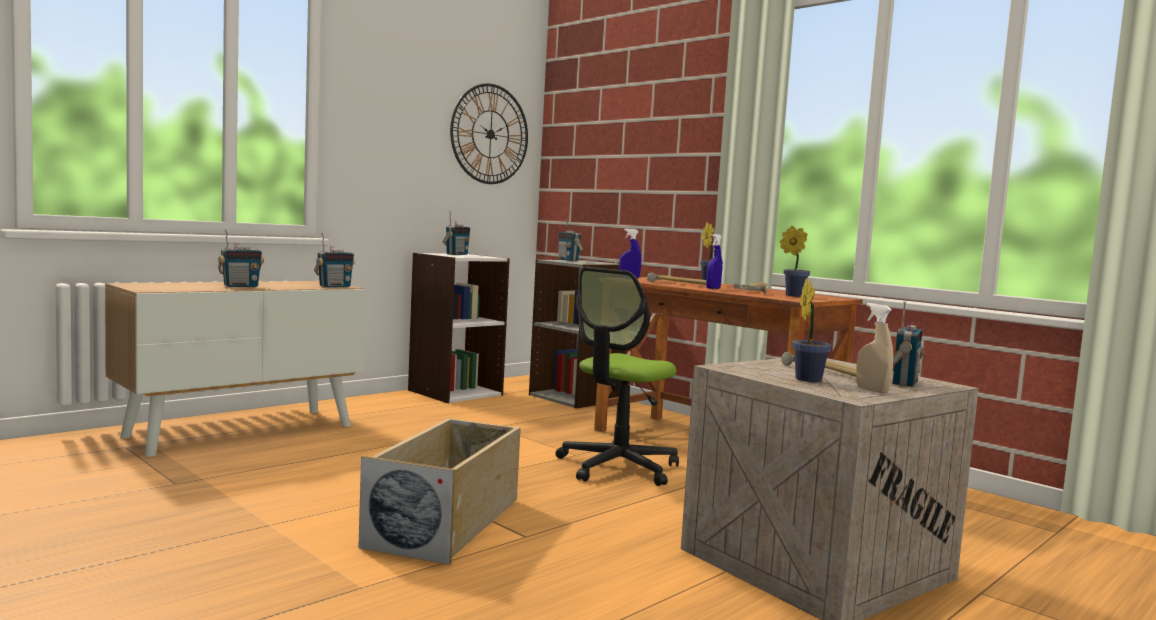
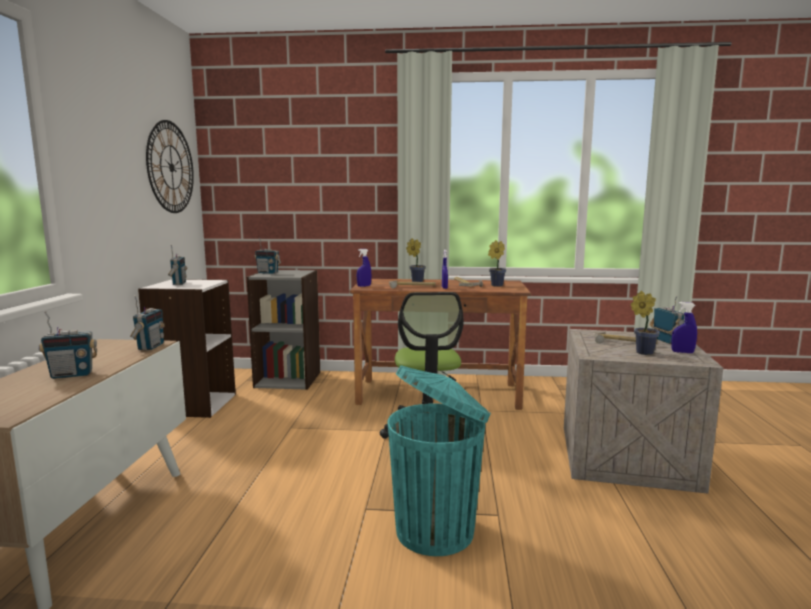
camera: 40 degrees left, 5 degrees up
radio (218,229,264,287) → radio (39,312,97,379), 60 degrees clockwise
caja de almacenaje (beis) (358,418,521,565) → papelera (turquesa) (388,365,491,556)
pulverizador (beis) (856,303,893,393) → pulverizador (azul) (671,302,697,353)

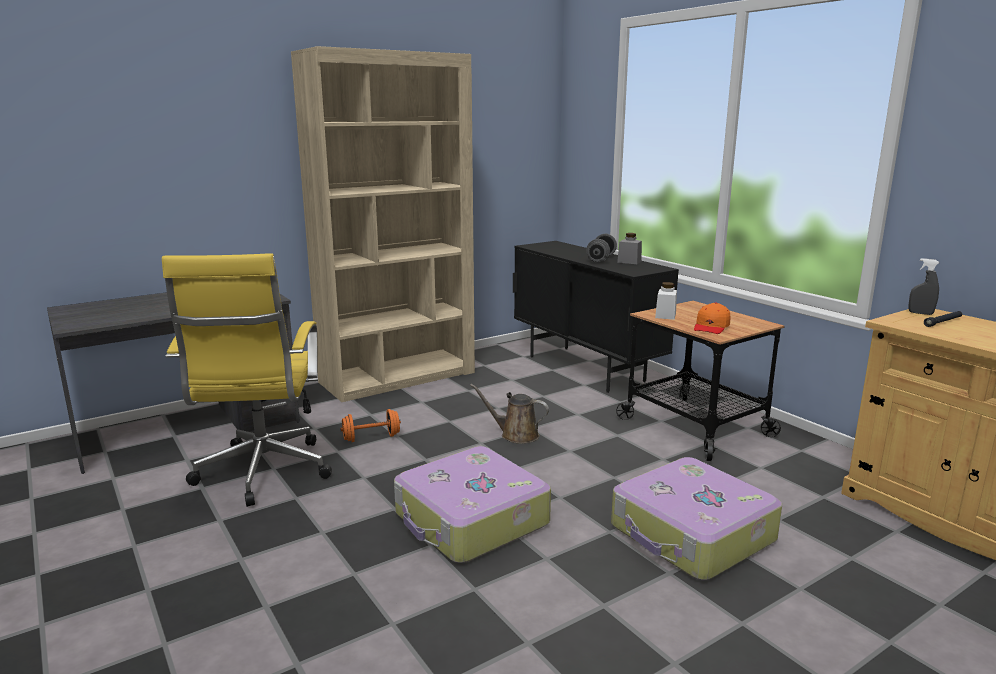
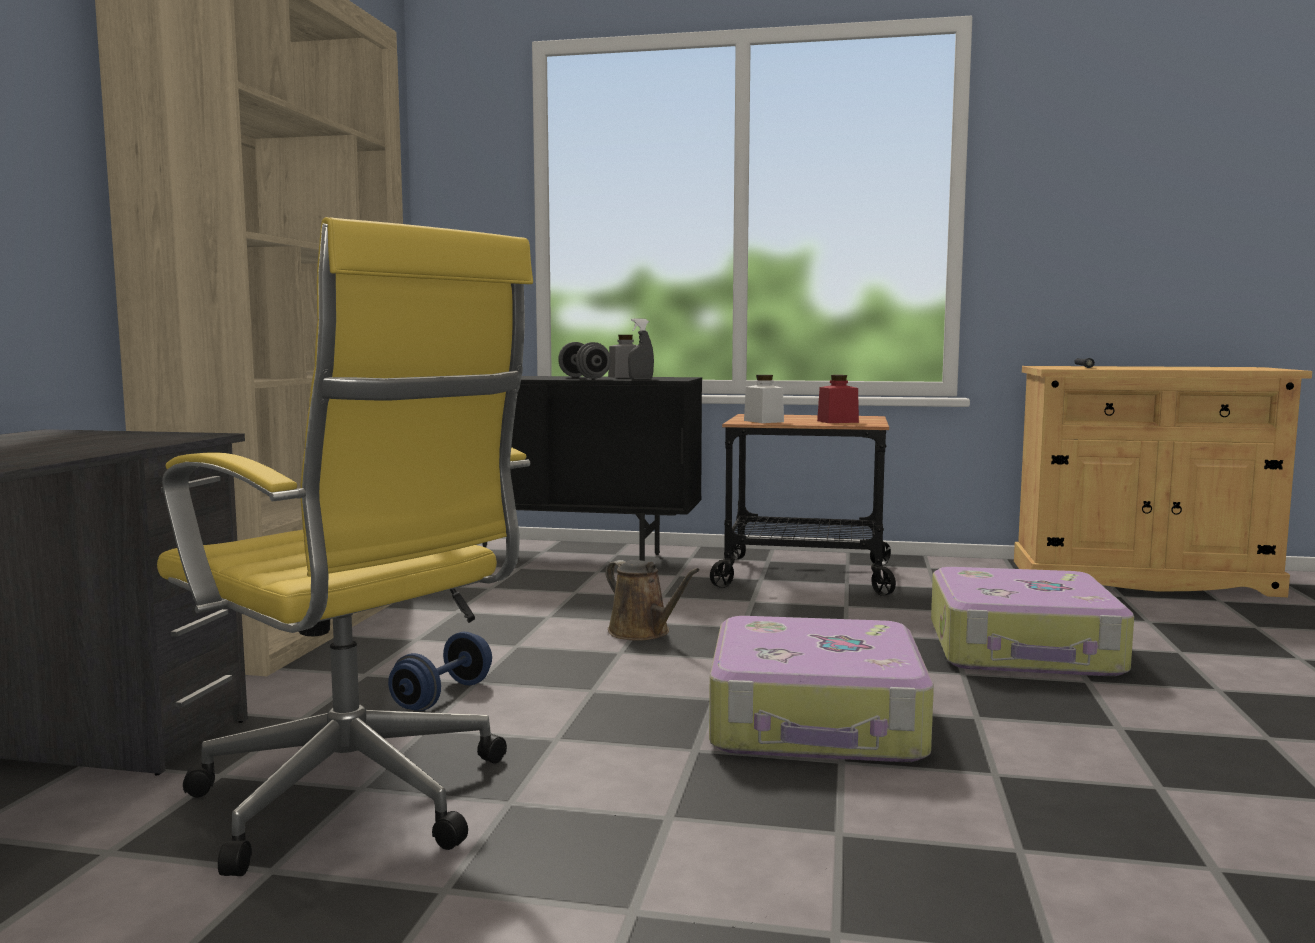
camera: 45 degrees left, 10 degrees down
mancuerna (naranja) (340,409,401,442) → mancuerna (azul) (388,632,492,711)
regadera (marrón) (470,384,549,444) → regadera (marrón) (605,560,700,640), 105 degrees counterclockwise
gorra (naranja) (694,302,730,334) → tarro (rojo) (817,375,859,423)
pulverizador (gris) (908,258,939,315) → pulverizador (gris) (628,318,654,380), shifted

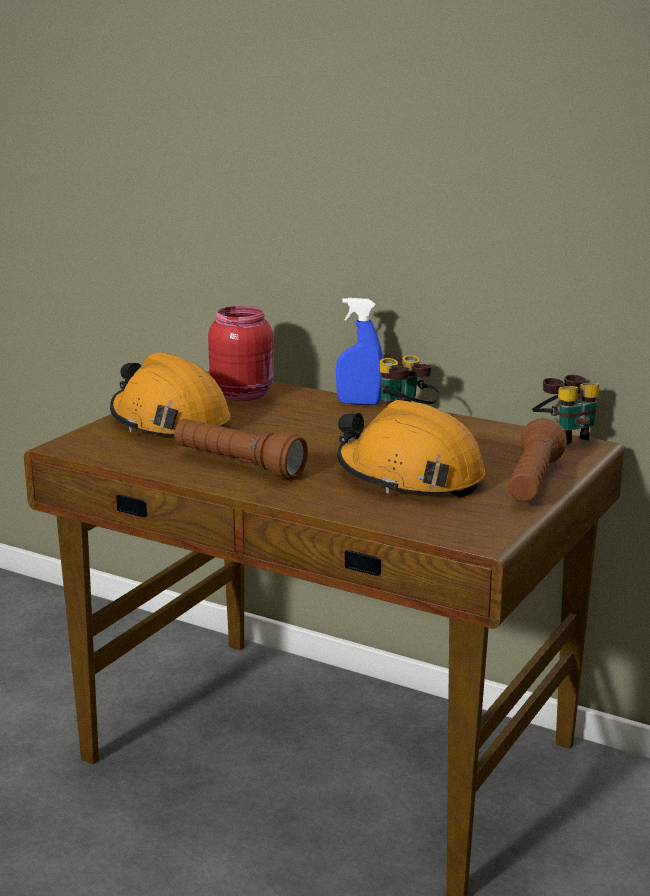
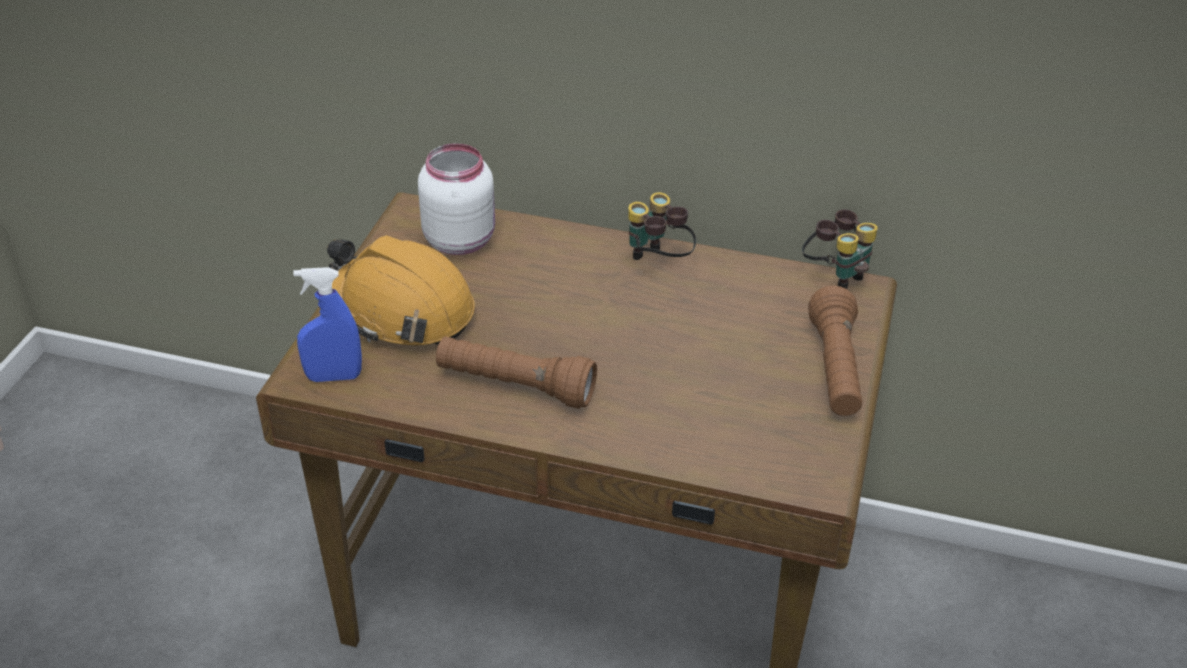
camera: 15 degrees left, 20 degrees up
tarro (rojo) (208,306,274,401) → tarro (blanco) (418,143,495,255)
pulverizador (azul) (336,298,383,405) → pulverizador (azul) (293,267,362,382), shifted
casco (naranja) (337,400,485,498) → -

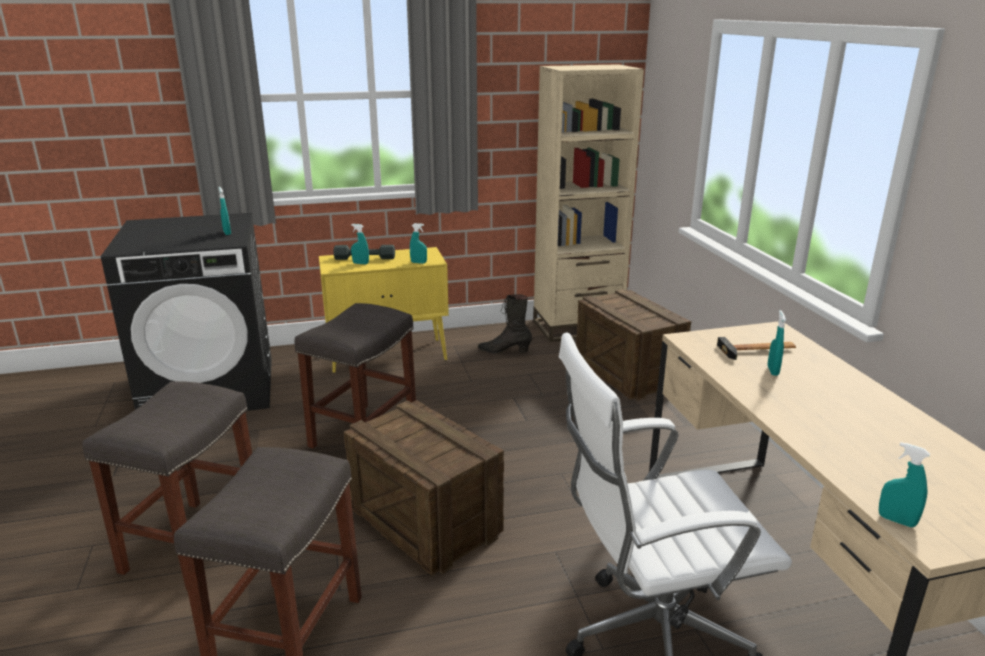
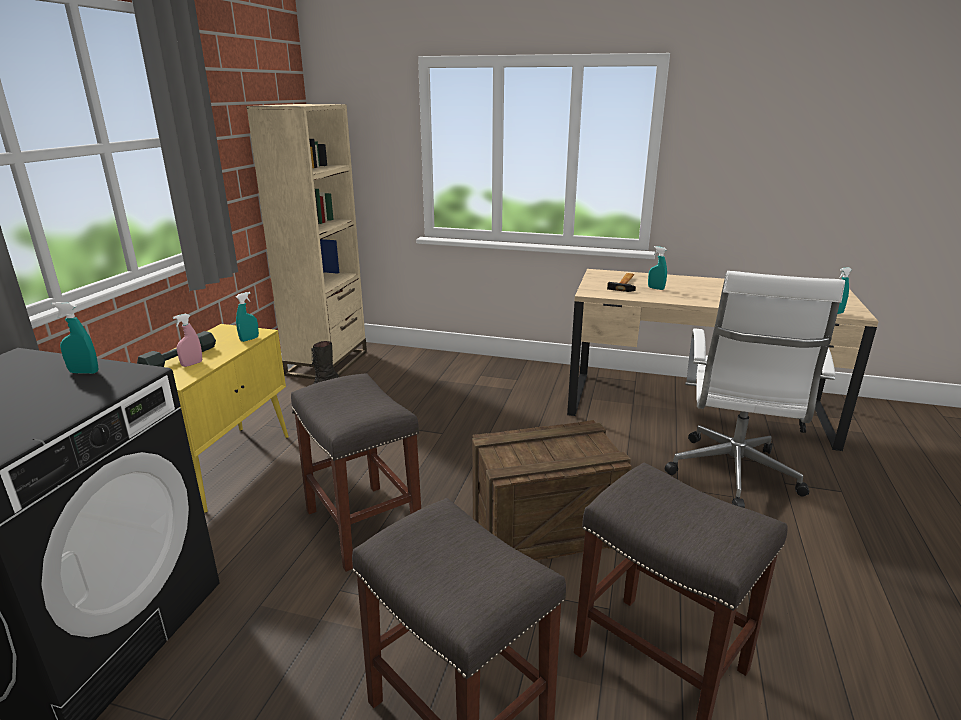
camera: 60 degrees left, 0 degrees up
pulverizador (turquesa) (351,224,369,264) → pulverizador (rosa) (173,313,202,367)
caja de embalaje (576,289,691,400) → -

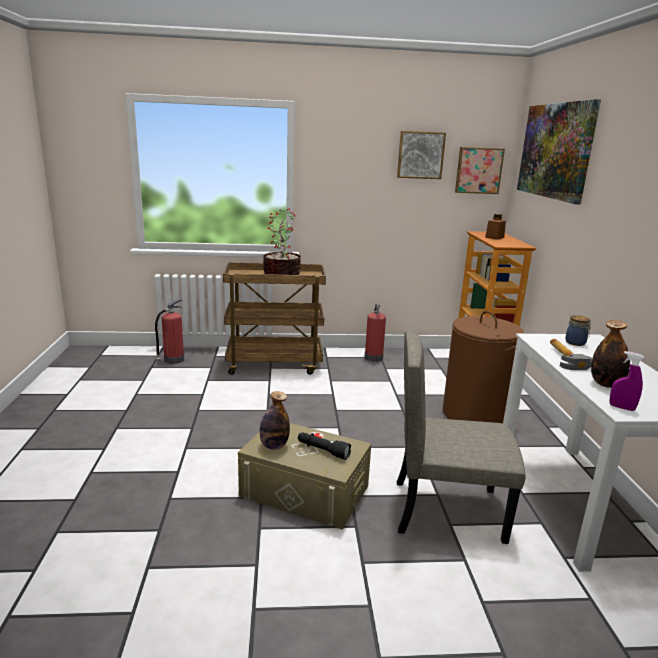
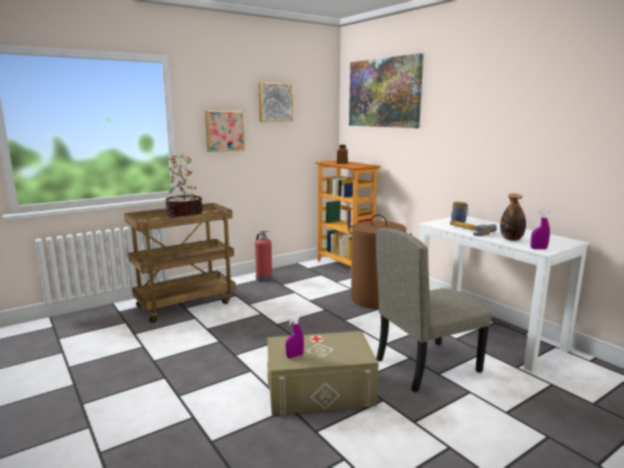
camera: 30 degrees left, 5 degrees down
extintor (155,299,184,364) → -
botella (260,391,290,450) → pulverizador (morado) (286,315,304,358)
linterna (negro) (298,432,351,460) → -
cuadro (455,147,505,194) → cuadro (205,111,245,152), shifted

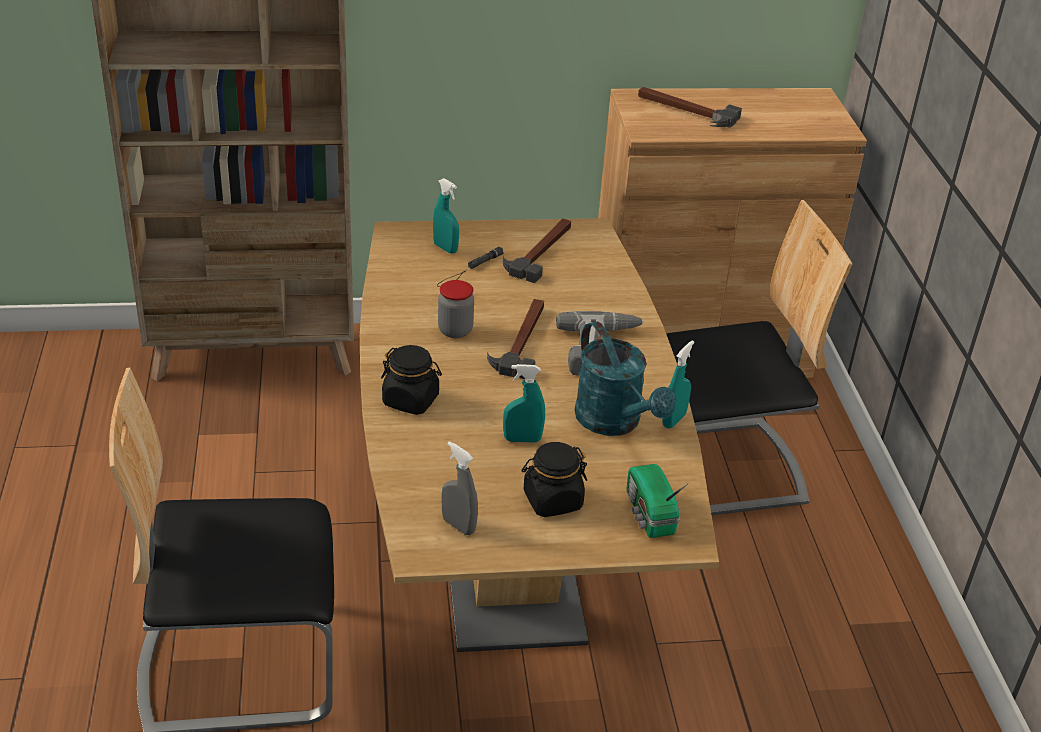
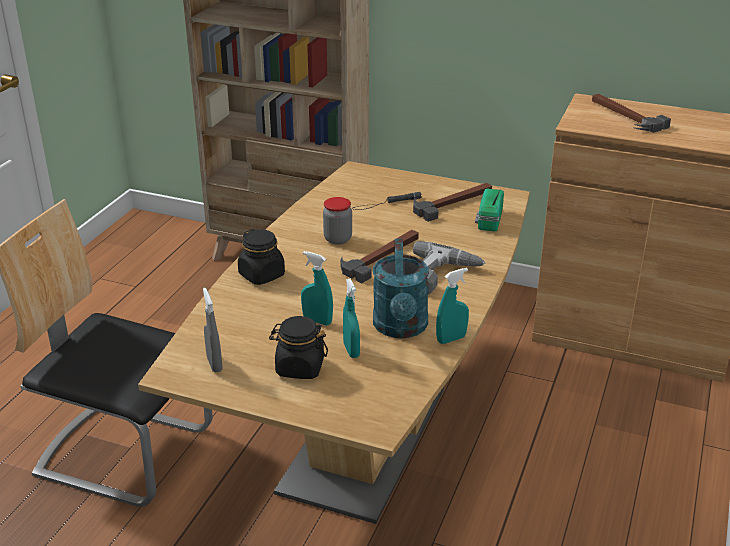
camera: 30 degrees right, 5 degrees down
pulverizador (turquesa) (433,178,459,254) → pulverizador (turquesa) (343,279,360,358), shifted
radio (626,464,688,538) → radio (475,189,504,232), shifted
silla (666,200,852,515) → -

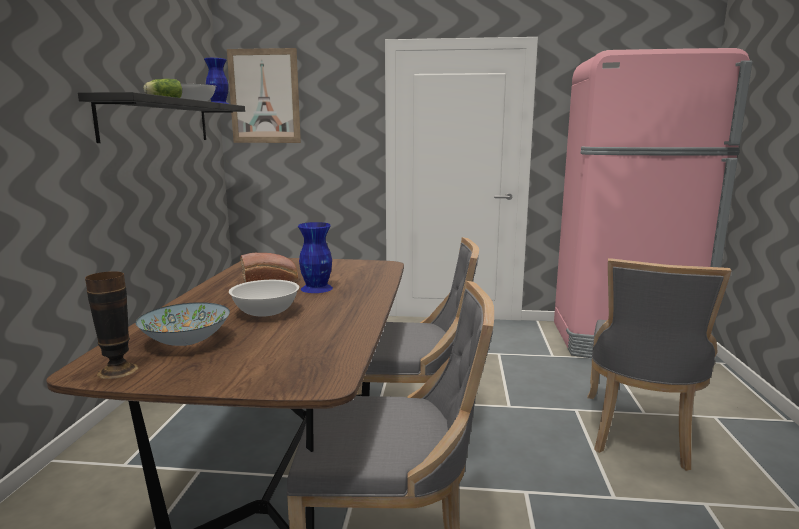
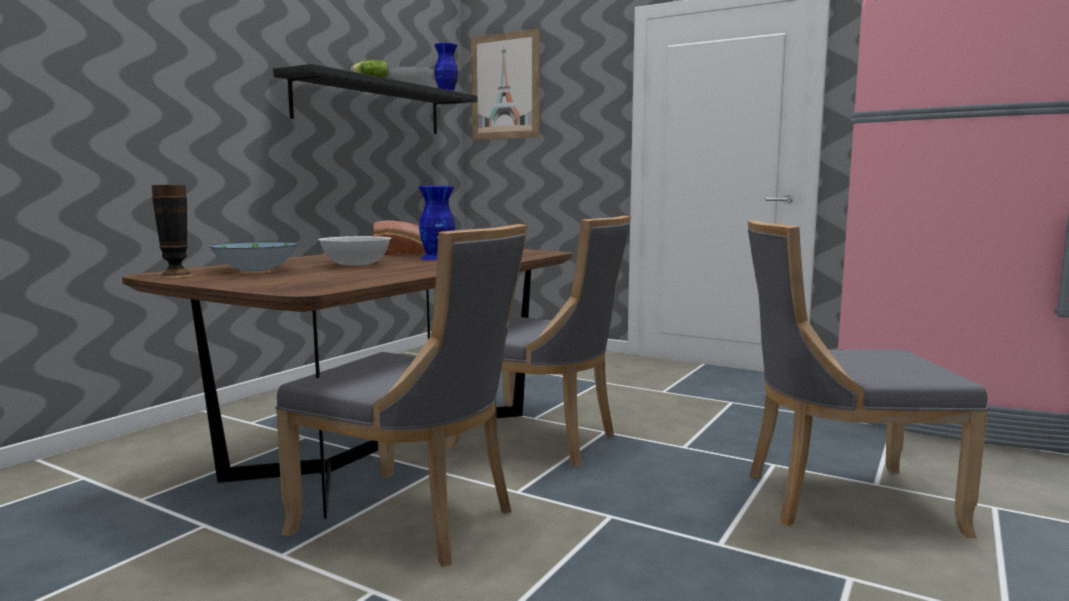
camera: 25 degrees right, 5 degrees down
silla (gris) (587,258,731,471) → silla (gris) (748,220,988,538), 45 degrees clockwise

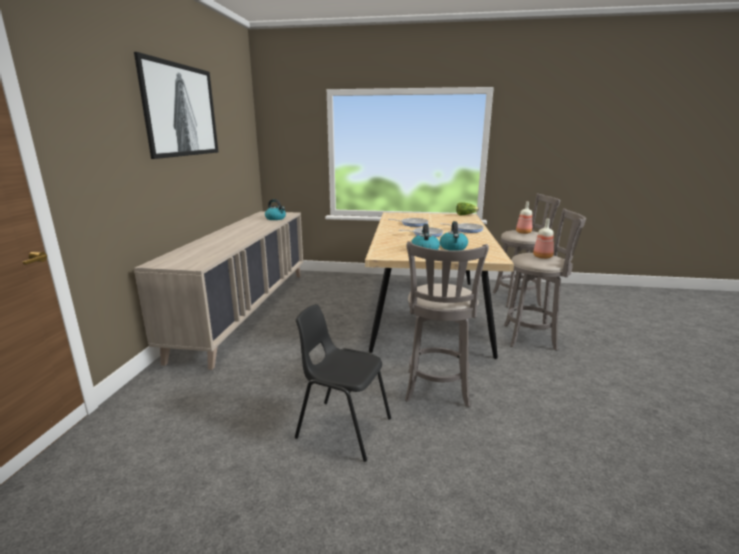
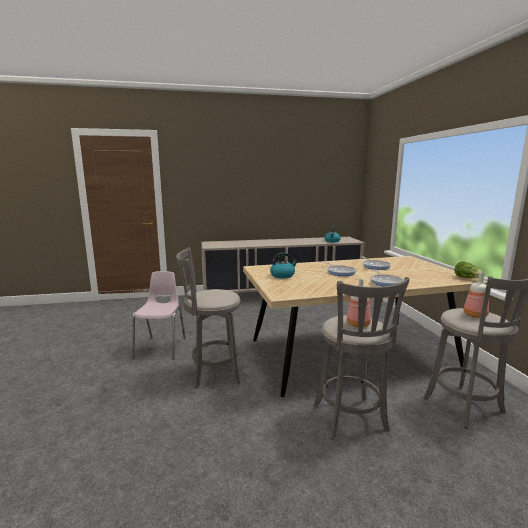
camera: 70 degrees right, 5 degrees down
cuadro (134,52,218,159) → -
silla (negro) (295,304,391,462) → silla (rosa) (132,271,186,360)
hervidor (440,221,468,251) → -

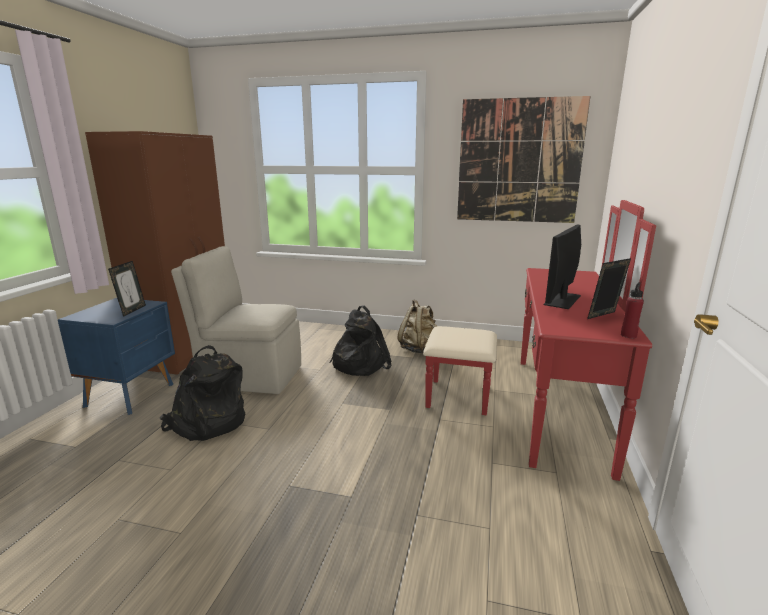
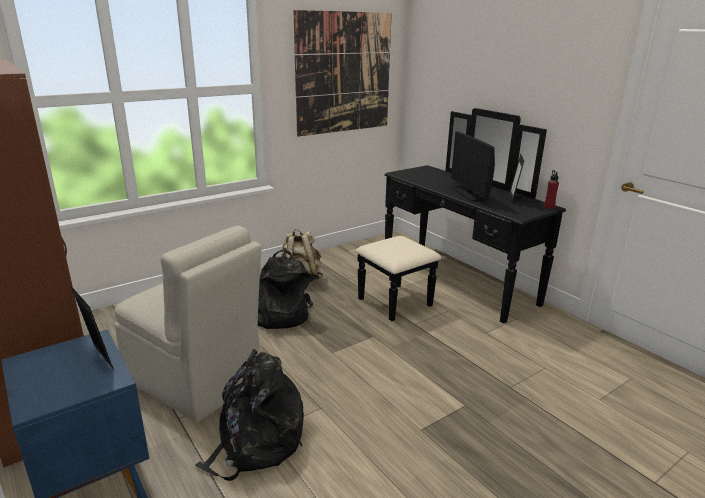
camera: 50 degrees left, 5 degrees up
silla (beis) (171,246,301,394) → silla (beis) (115,225,262,423), 105 degrees counterclockwise
cómoda (rojo) (423,200,656,481) → cómoda (negro) (355,108,566,324)

